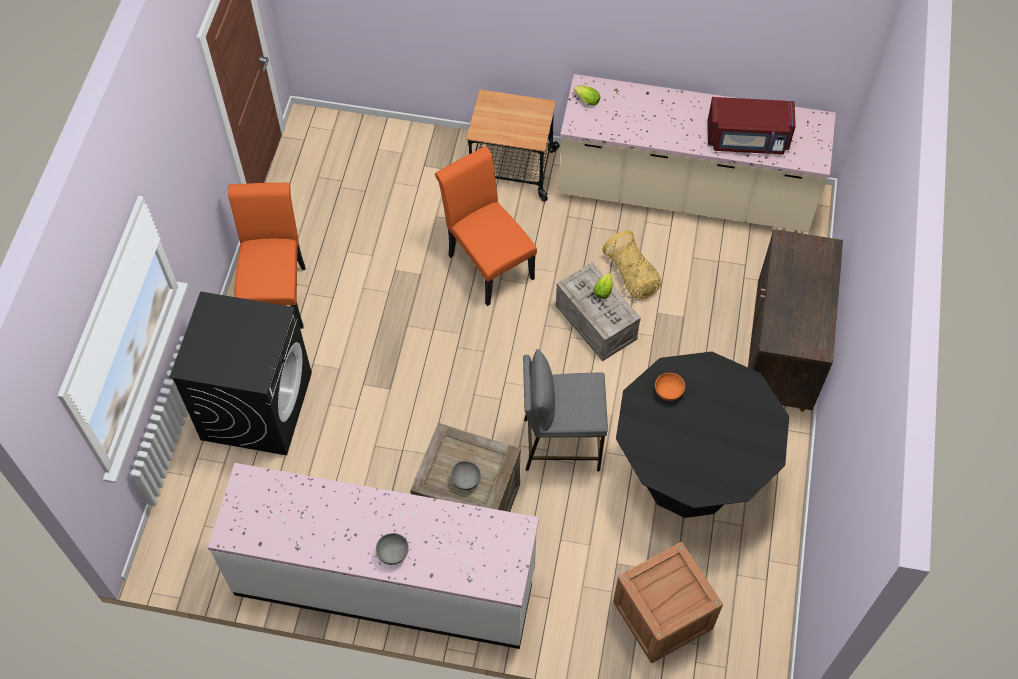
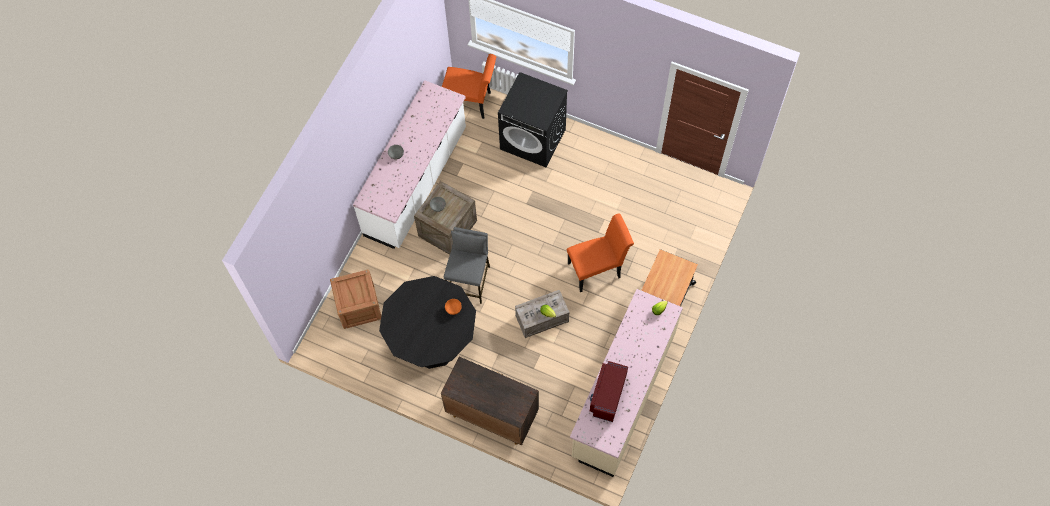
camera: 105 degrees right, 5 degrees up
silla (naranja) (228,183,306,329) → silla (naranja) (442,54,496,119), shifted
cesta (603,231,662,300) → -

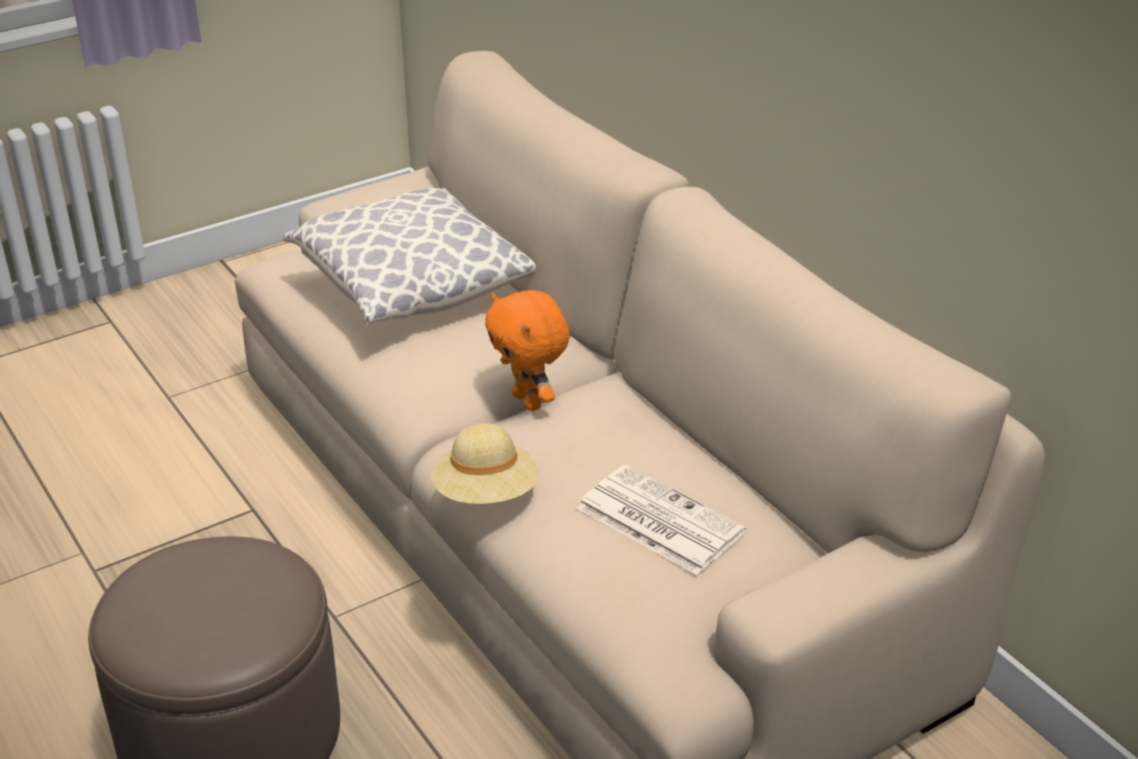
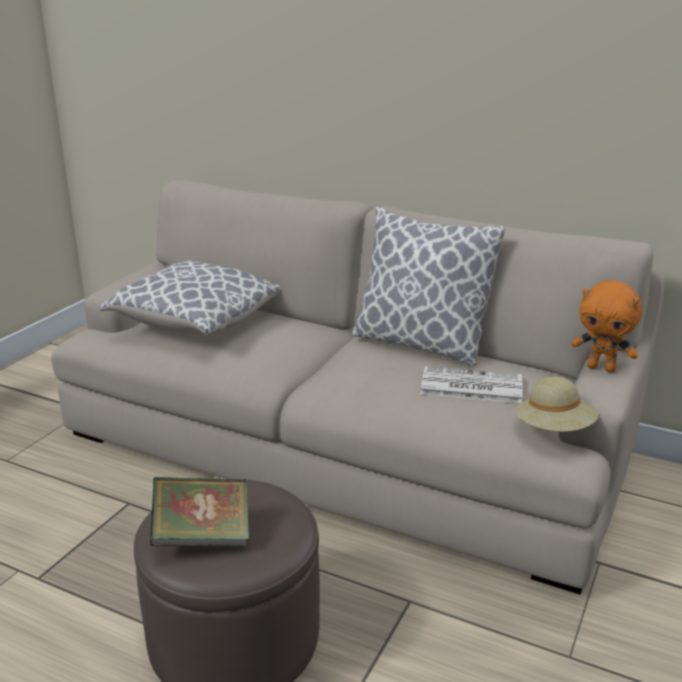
camera: 30 degrees left, 10 degrees down
sombrero (beis) (431,423,539,504) → sombrero (beis) (516,376,599,432), shifted
peluche (naranja) (485,290,570,411) → peluche (naranja) (571,281,642,373), shifted
- → libro (150,477,249,547)
- → cojín (352,207,506,366)

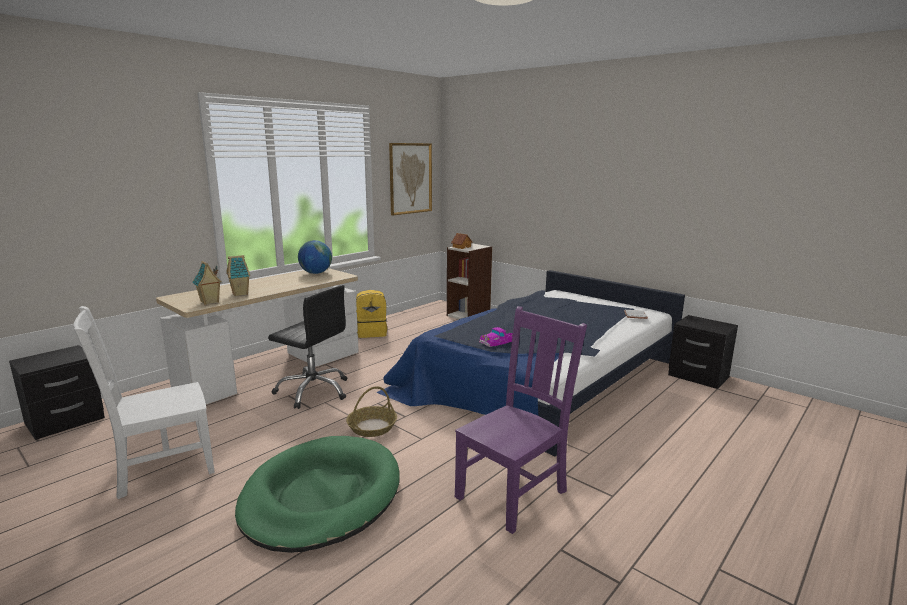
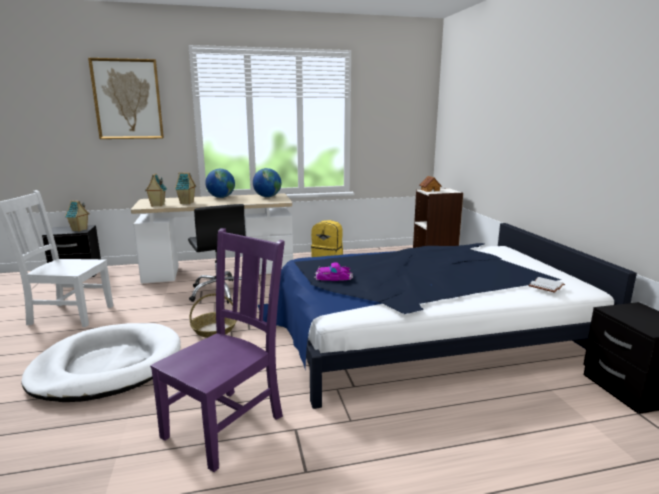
camera: 35 degrees right, 0 degrees up
cama para perro (verde) (235,436,400,553) → cama para perro (blanco) (22,323,181,402)
cuadro (389,143,432,215) → cuadro (88,58,164,139), shifted
silla (morado) (455,306,587,534) → silla (morado) (150,228,285,472), 45 degrees counterclockwise
- → casita (65,200,90,232)
- → globo terráqueo (205,169,235,198)

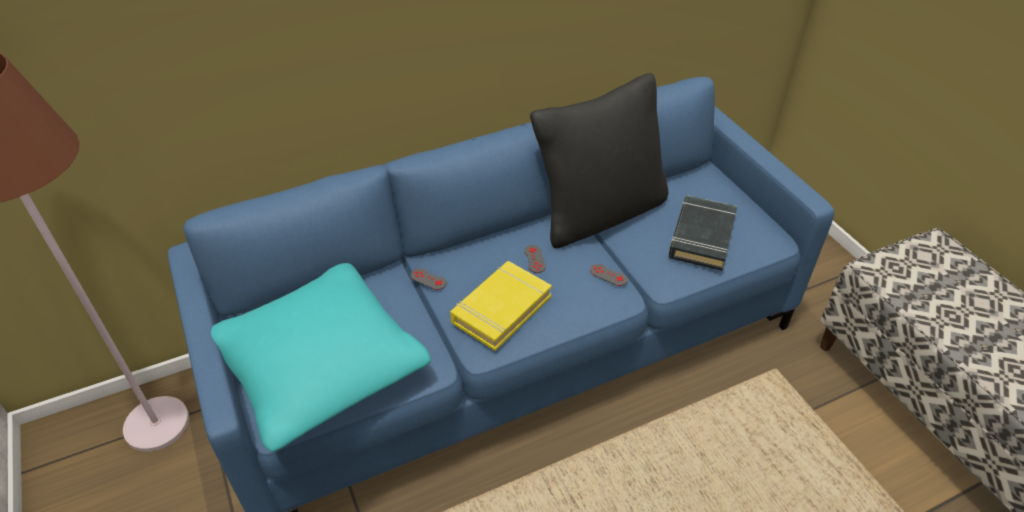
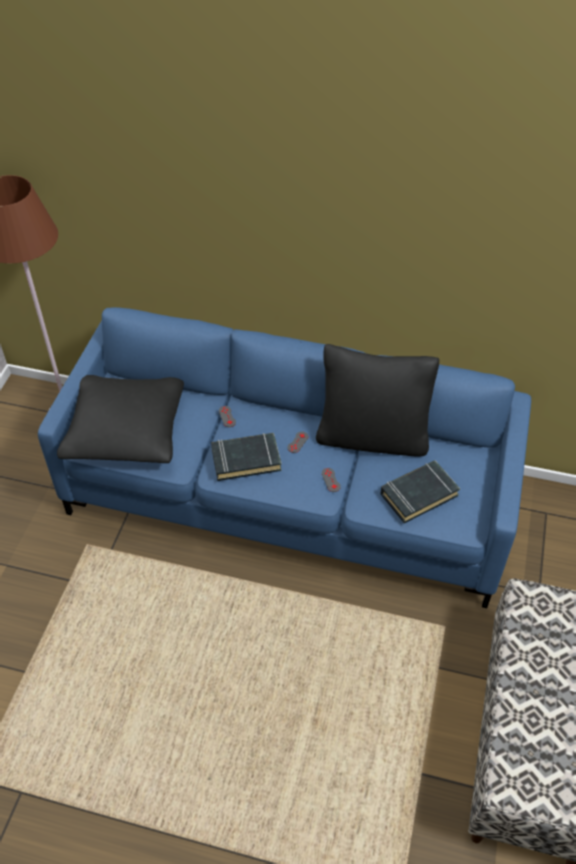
camera: 40 degrees right, 5 degrees up
cojín (turquesa) (211,263,431,452) → cojín (negro) (57,375,184,463)
libro (amarillo) (450,261,552,351) → libro (negro) (211,433,282,481)

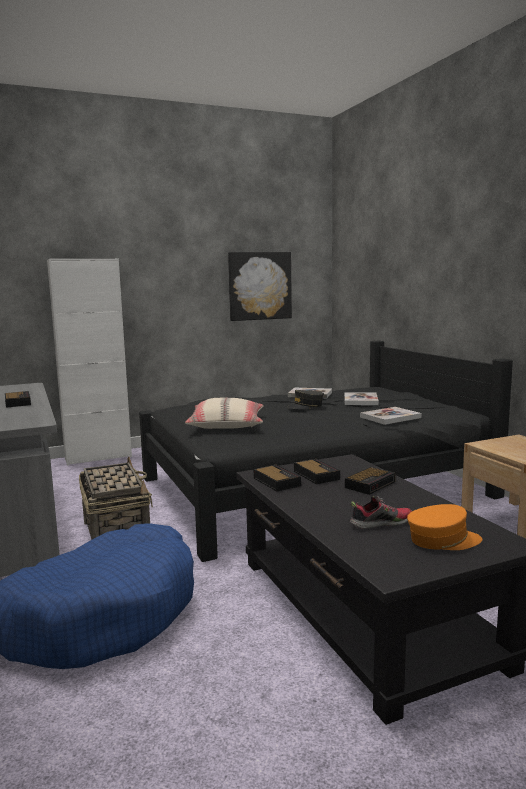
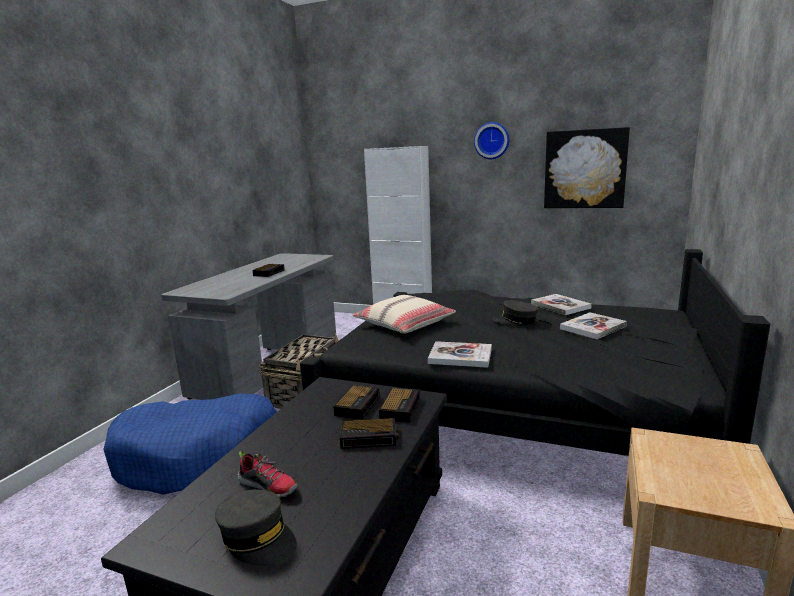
camera: 45 degrees right, 5 degrees up
despertador (253,464,301,491) → despertador (379,387,420,423), shifted
libro (360,407,422,425) → libro (428,341,492,368), shifted
gorra (naranja) (407,504,482,550) → gorra (gris) (215,489,297,566)
- → reloj de pared (474,122,509,159)

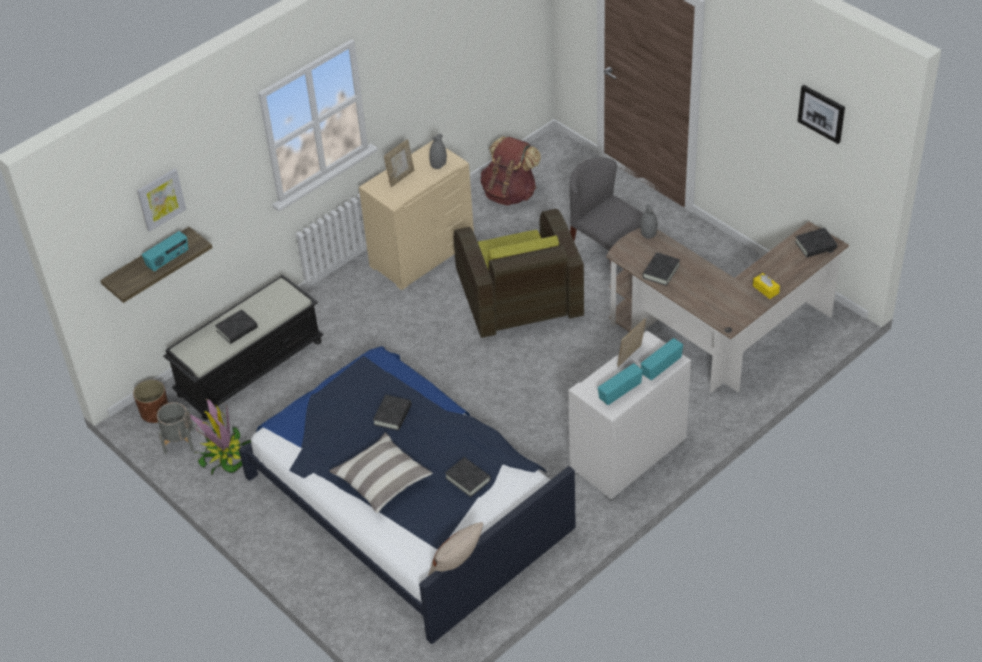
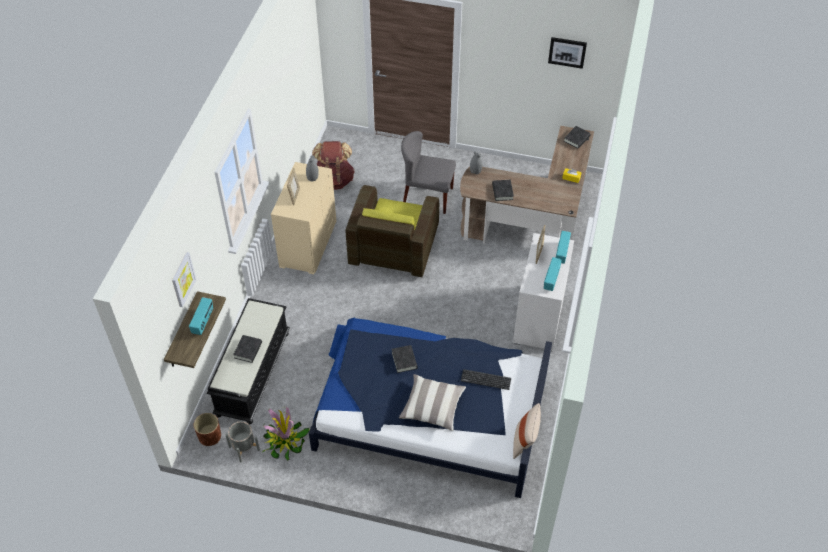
camera: 35 degrees left, 5 degrees up
libro (negro) (445,457,491,497) → teclado (461,369,511,390)
sillón (marrón) (454,209,584,339) → sillón (marrón) (346,185,439,278), 60 degrees clockwise

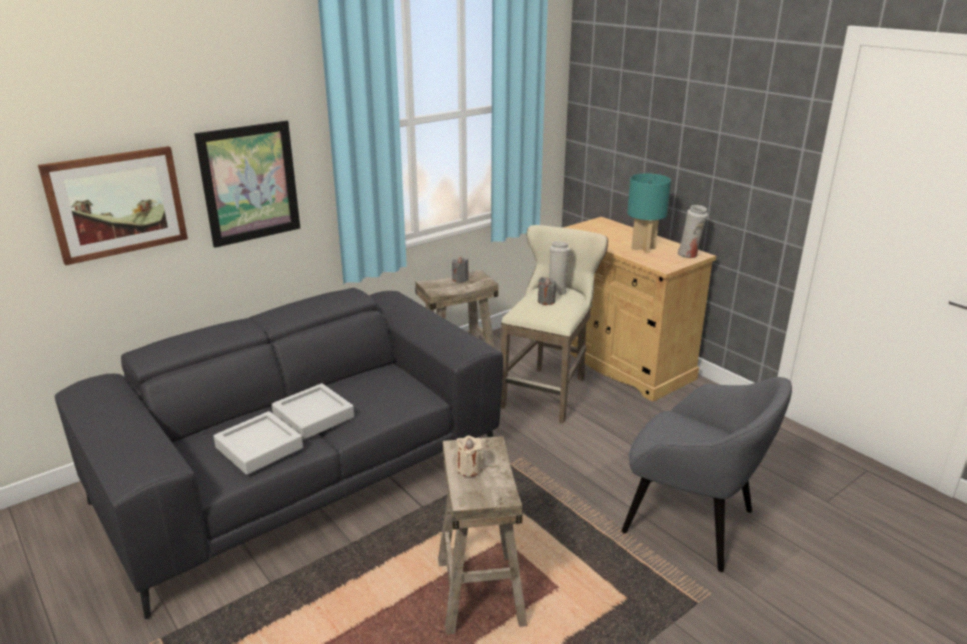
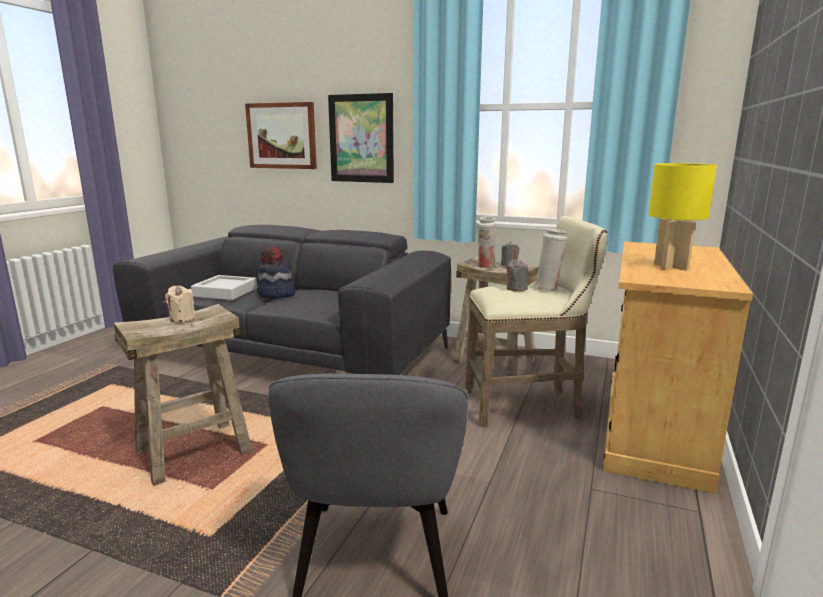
camera: 60 degrees right, 10 degrees down
bandeja (gris) (272,383,354,440) → sombrero (257,246,295,299)
lámpara de mesa (turquesa) (627,173,671,253) → lámpara de mesa (amarillo) (648,163,717,270)
florero (blanco) (677,205,708,258) → florero (blanco) (477,216,497,268), shifted

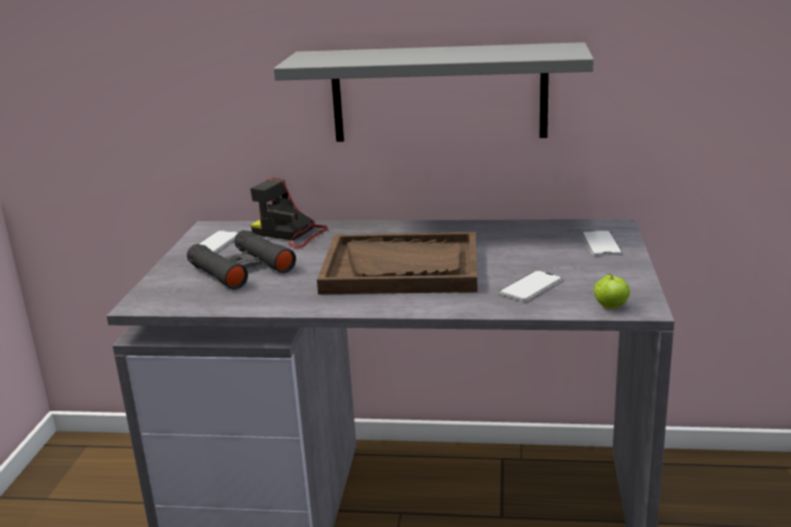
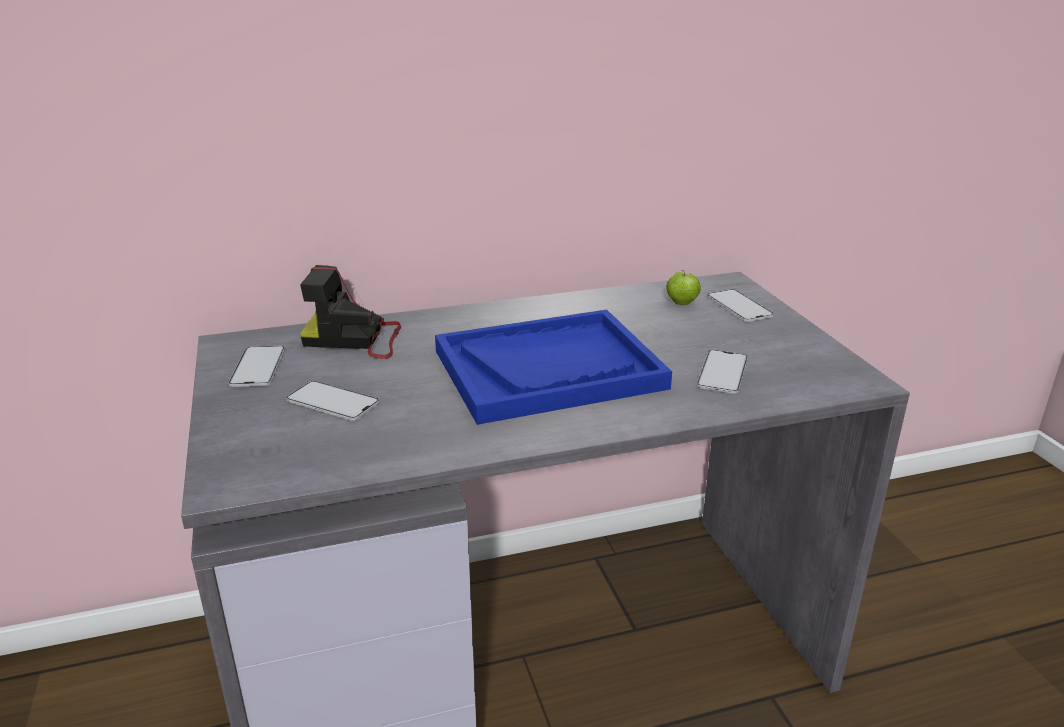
camera: 25 degrees left, 5 degrees up
prismáticos (negro) (187,230,296,289) → móvil (286,381,379,421)
estante (gris) (273,42,594,142) → -
bandeja (marrón) (317,232,477,294) → bandeja (azul) (435,310,672,425)
manzana (594,273,630,309) → manzana (666,270,701,305), shifted

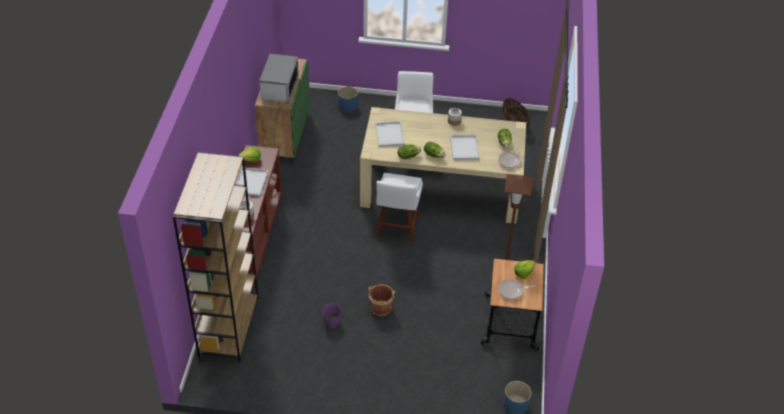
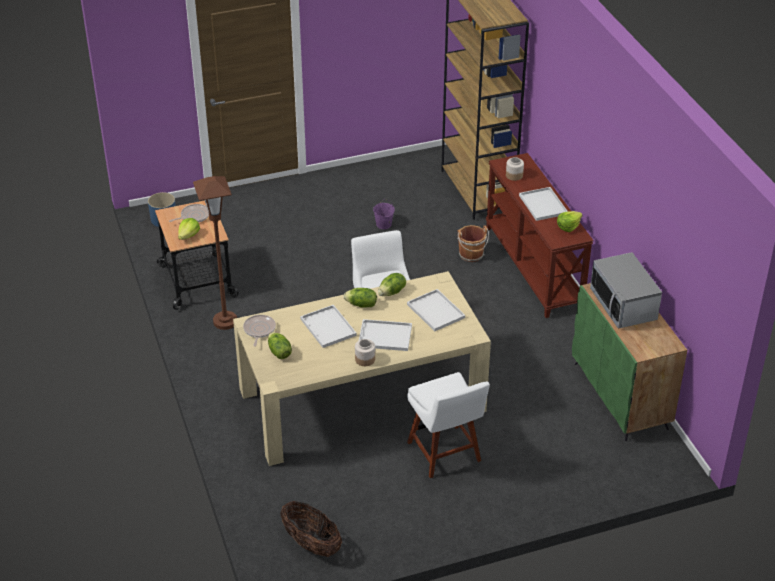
camera: 155 degrees right, 5 degrees down
maceta (azul) (338,86,358,112) → -
cubo (marrón) (368,284,396,317) → cubo (marrón) (457,225,489,262), shifted
- → bandeja (blanco) (359,319,412,351)

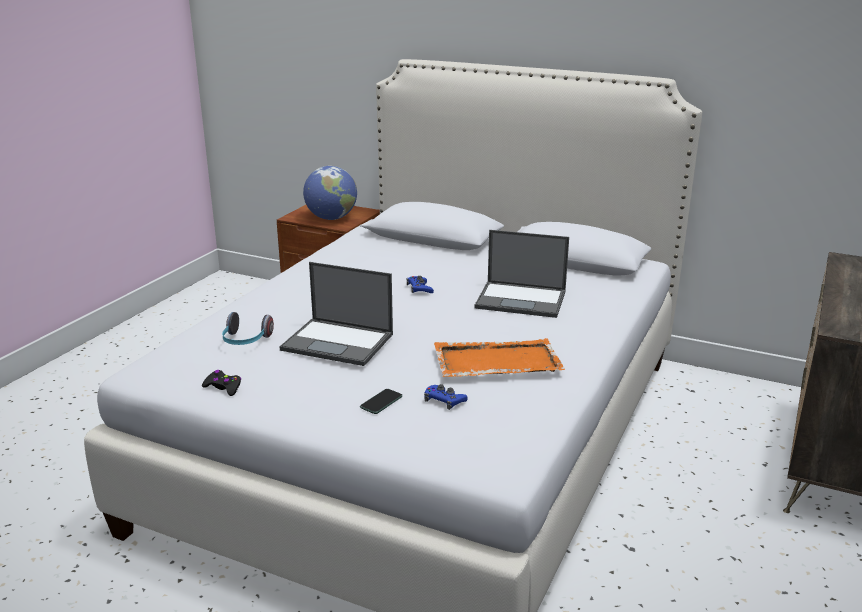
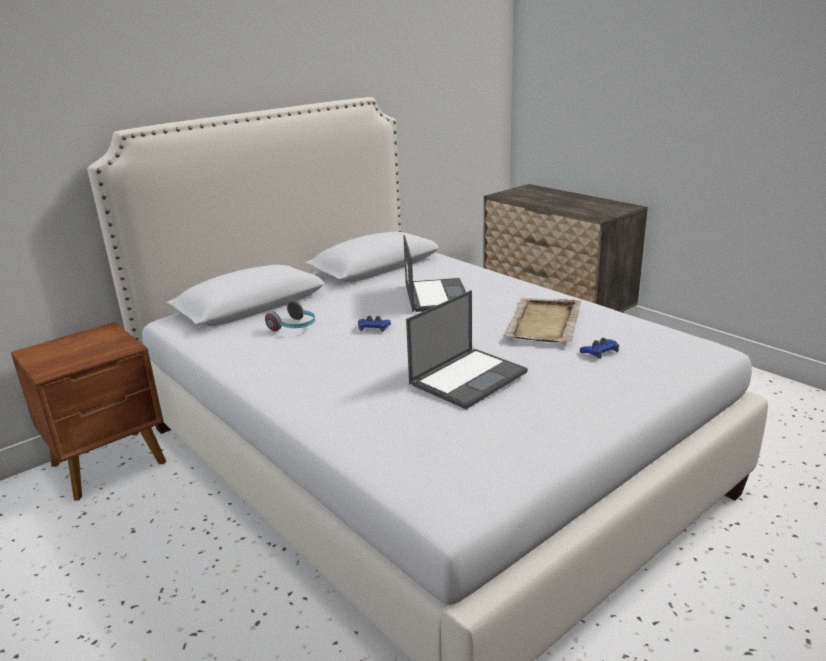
camera: 65 degrees left, 0 degrees up
mando de consola (negro) (202,370,241,396) → -
auriculares (222,312,274,345) → auriculares (265,301,315,331), shifted
globo terráqueo (303,166,357,220) → -
móvil (360,389,402,414) → -
bandeja (naranja) (434,338,565,377) → bandeja (beis) (504,298,581,342)
portátil (475,230,569,318) → portátil (403,235,466,312), 45 degrees counterclockwise

